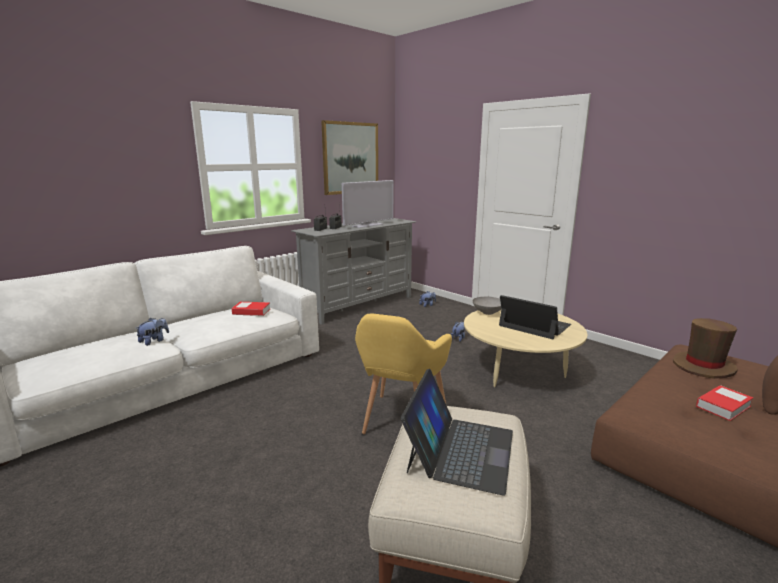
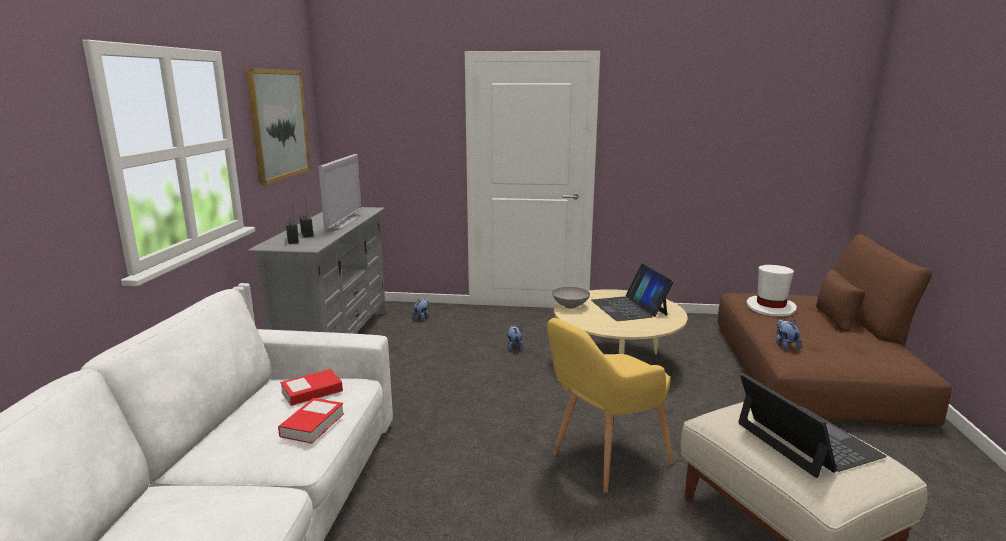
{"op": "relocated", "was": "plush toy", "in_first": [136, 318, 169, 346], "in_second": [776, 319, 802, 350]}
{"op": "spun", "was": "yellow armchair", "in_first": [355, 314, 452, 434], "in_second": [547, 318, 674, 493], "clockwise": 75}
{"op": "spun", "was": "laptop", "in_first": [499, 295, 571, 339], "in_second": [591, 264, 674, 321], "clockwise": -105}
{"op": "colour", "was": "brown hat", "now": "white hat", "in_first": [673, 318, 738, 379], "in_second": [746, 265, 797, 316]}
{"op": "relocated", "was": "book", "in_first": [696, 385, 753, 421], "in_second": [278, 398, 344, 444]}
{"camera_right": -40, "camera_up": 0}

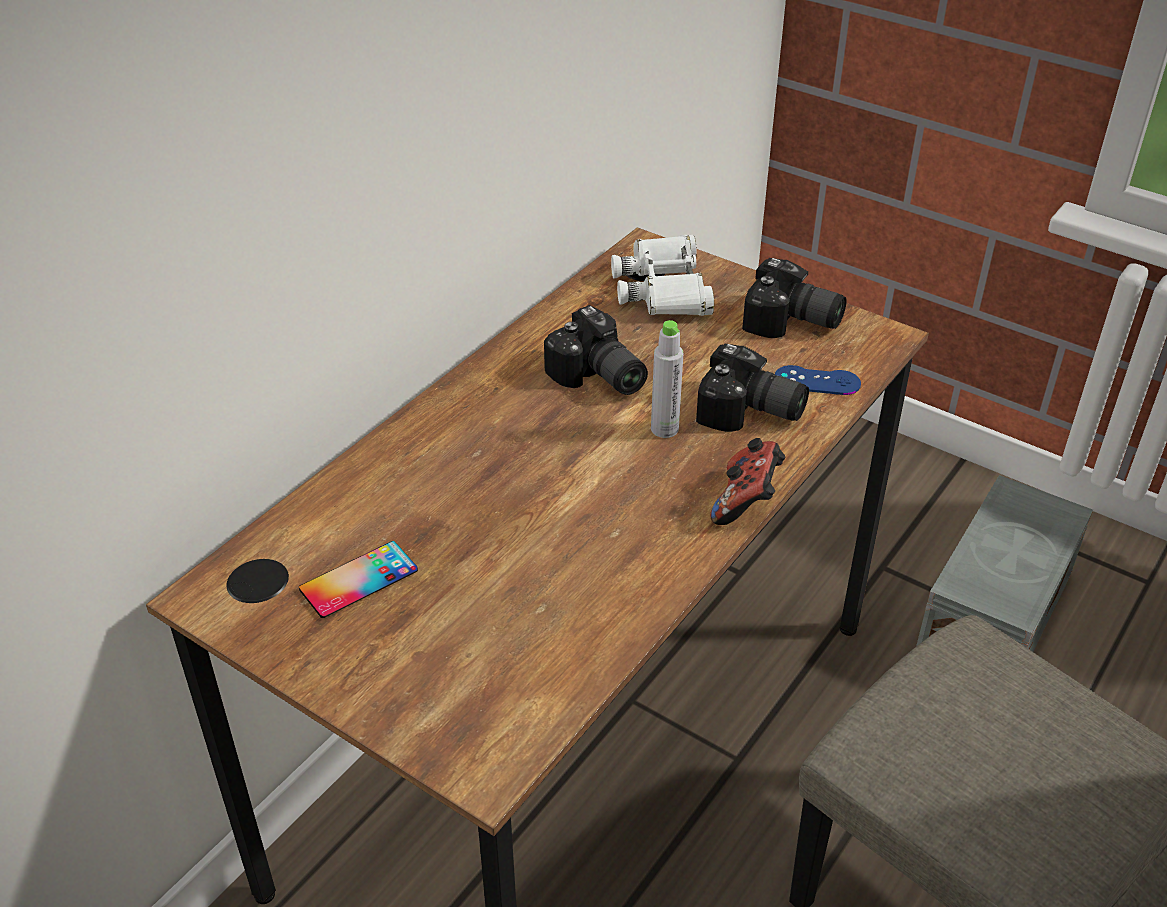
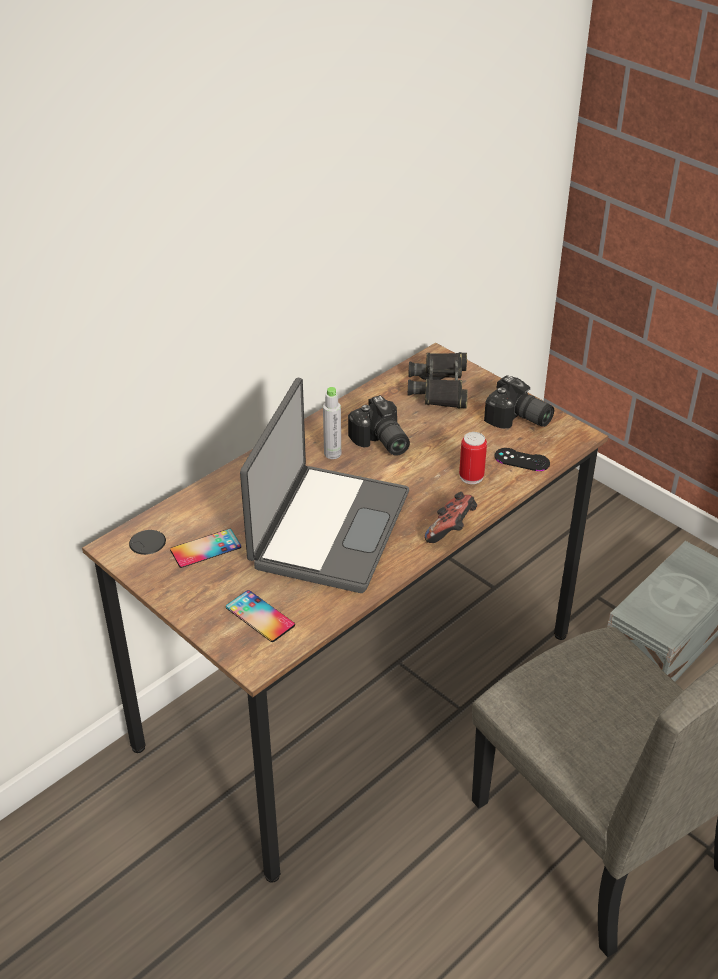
{"op": "colour", "was": "white binoculars", "now": "black binoculars", "in_first": [611, 235, 714, 316], "in_second": [408, 352, 468, 409]}
{"op": "relocated", "was": "grey bottle", "in_first": [651, 320, 684, 438], "in_second": [323, 387, 341, 459]}
{"op": "exchanged", "was": "photo camera", "now": "can", "in_first": [696, 344, 809, 432], "in_second": [459, 432, 487, 484]}
{"op": "colour", "was": "blue game controller", "now": "black game controller", "in_first": [775, 365, 861, 395], "in_second": [495, 448, 550, 471]}
{"op": "appeared", "now": "phone", "in_second": [226, 590, 295, 642]}
{"op": "appeared", "now": "laptop", "in_second": [240, 378, 409, 593]}
{"camera_right": 10, "camera_up": 0}

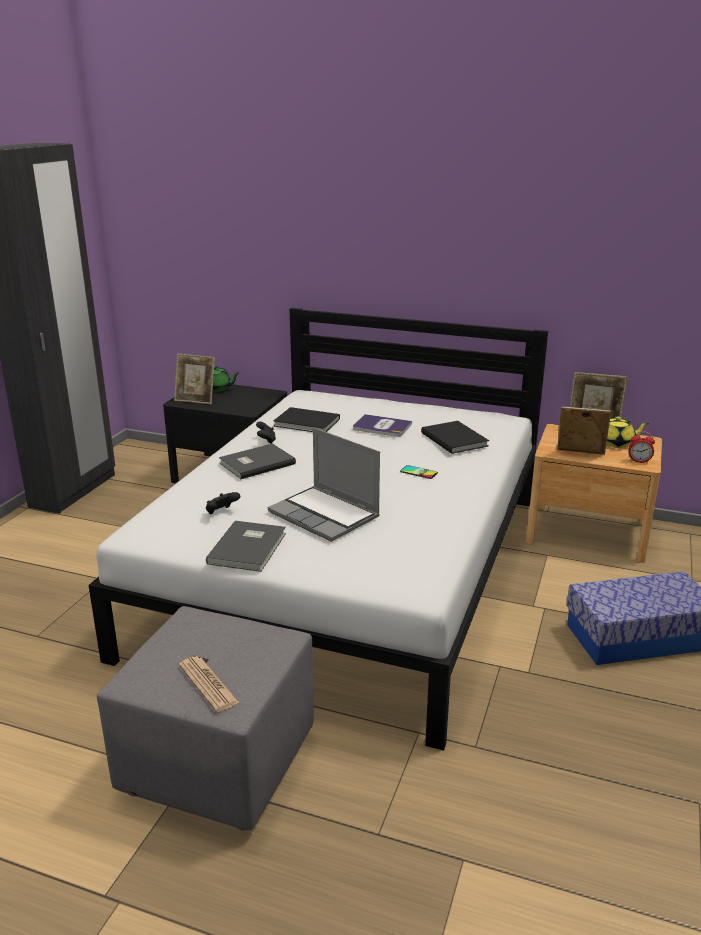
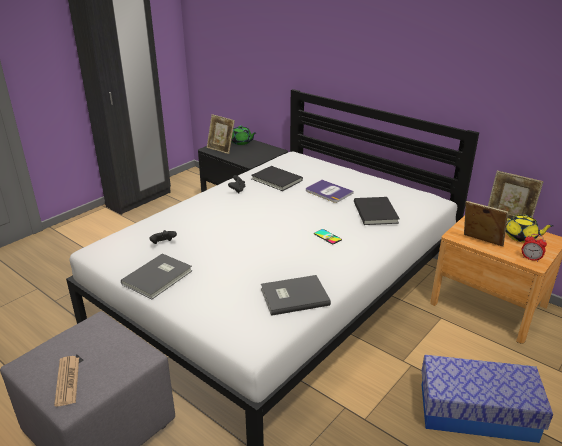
{"op": "relocated", "was": "grey book", "in_first": [219, 443, 296, 479], "in_second": [261, 275, 331, 316]}
{"op": "missing", "was": "laptop", "in_first": [268, 428, 380, 542]}
{"camera_right": 20, "camera_up": 5}

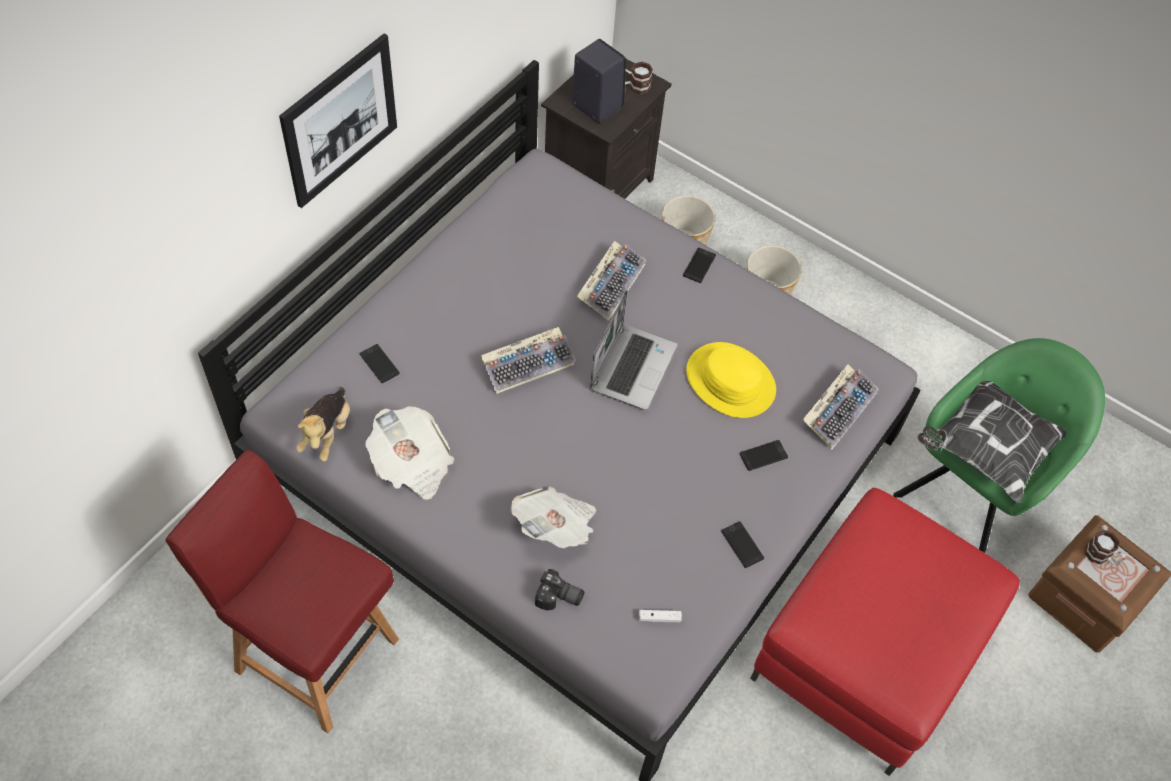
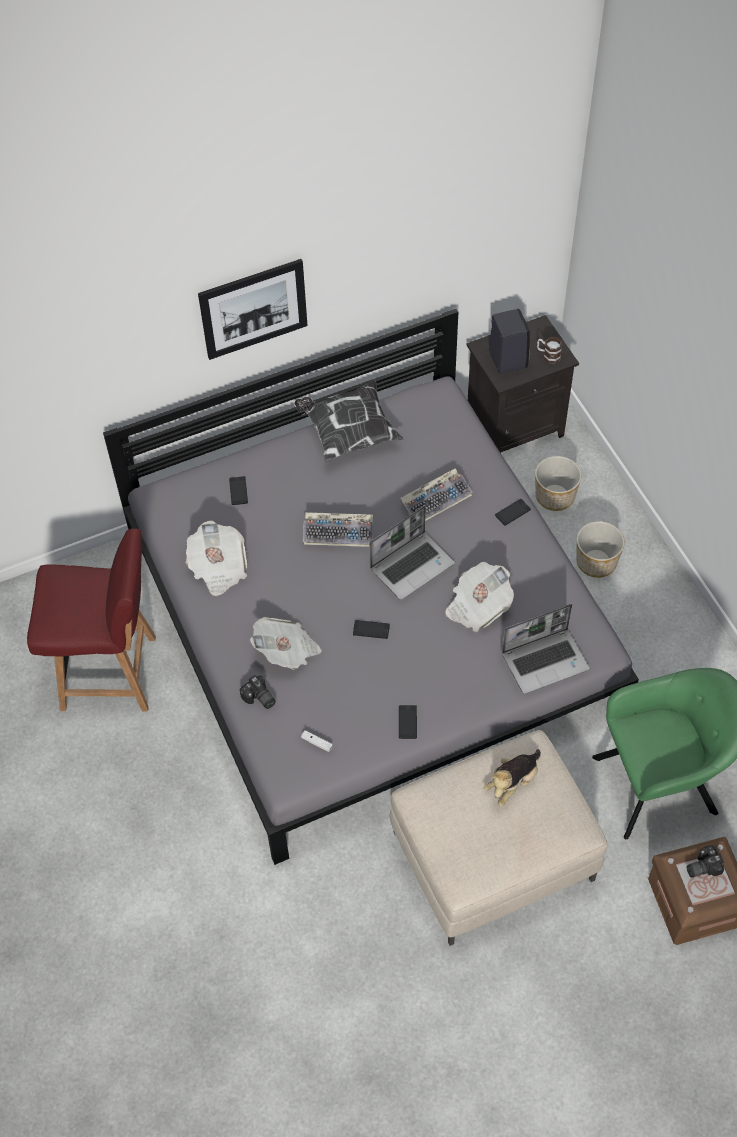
{"op": "spun", "was": "red chair", "in_first": [165, 450, 399, 733], "in_second": [27, 528, 156, 712], "clockwise": 120}
{"op": "relocated", "was": "plush toy", "in_first": [296, 387, 350, 462], "in_second": [484, 749, 541, 807]}
{"op": "exchanged", "was": "yellow hat", "now": "newspaper", "in_first": [686, 342, 776, 418], "in_second": [445, 562, 514, 632]}
{"op": "relocated", "was": "phone", "in_first": [740, 440, 788, 471], "in_second": [353, 620, 390, 639]}
{"op": "colour", "was": "red ottoman", "now": "beige ottoman", "in_first": [750, 488, 1020, 776], "in_second": [390, 730, 608, 946]}
{"op": "exchanged", "was": "keyboard", "now": "laptop", "in_first": [802, 364, 878, 449], "in_second": [502, 604, 590, 694]}
{"op": "relocated", "was": "pillow", "in_first": [918, 381, 1066, 503], "in_second": [294, 380, 403, 463]}
{"op": "exchanged", "was": "mug", "now": "photo camera", "in_first": [1085, 530, 1126, 565], "in_second": [687, 845, 724, 878]}
{"camera_right": 35, "camera_up": 0}

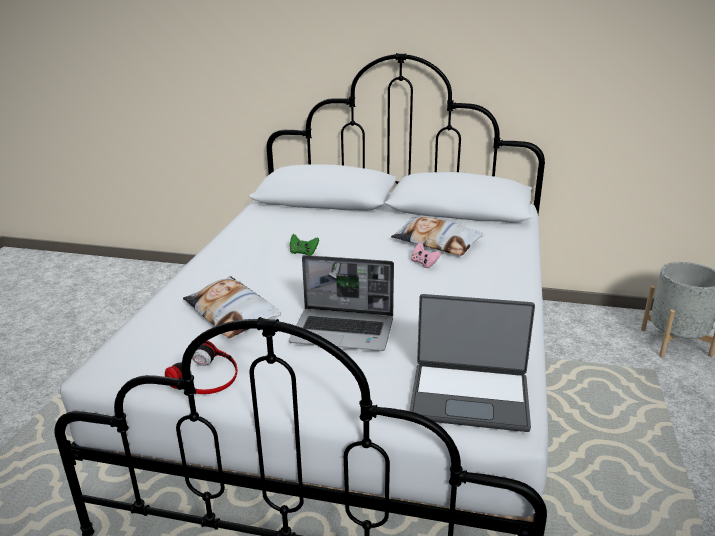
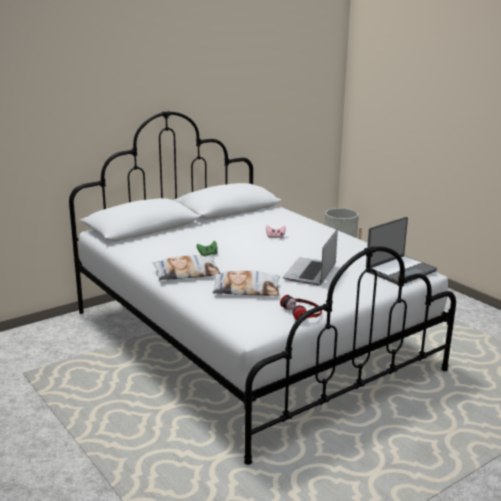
{"op": "spun", "was": "laptop", "in_first": [289, 255, 394, 351], "in_second": [283, 229, 338, 286], "clockwise": 150}
{"op": "relocated", "was": "pillow", "in_first": [391, 217, 484, 256], "in_second": [152, 255, 220, 280]}
{"camera_right": -50, "camera_up": -5}

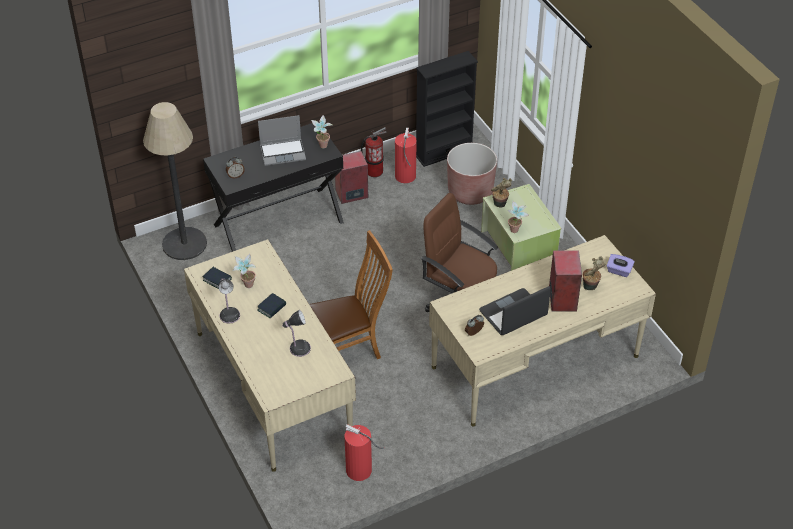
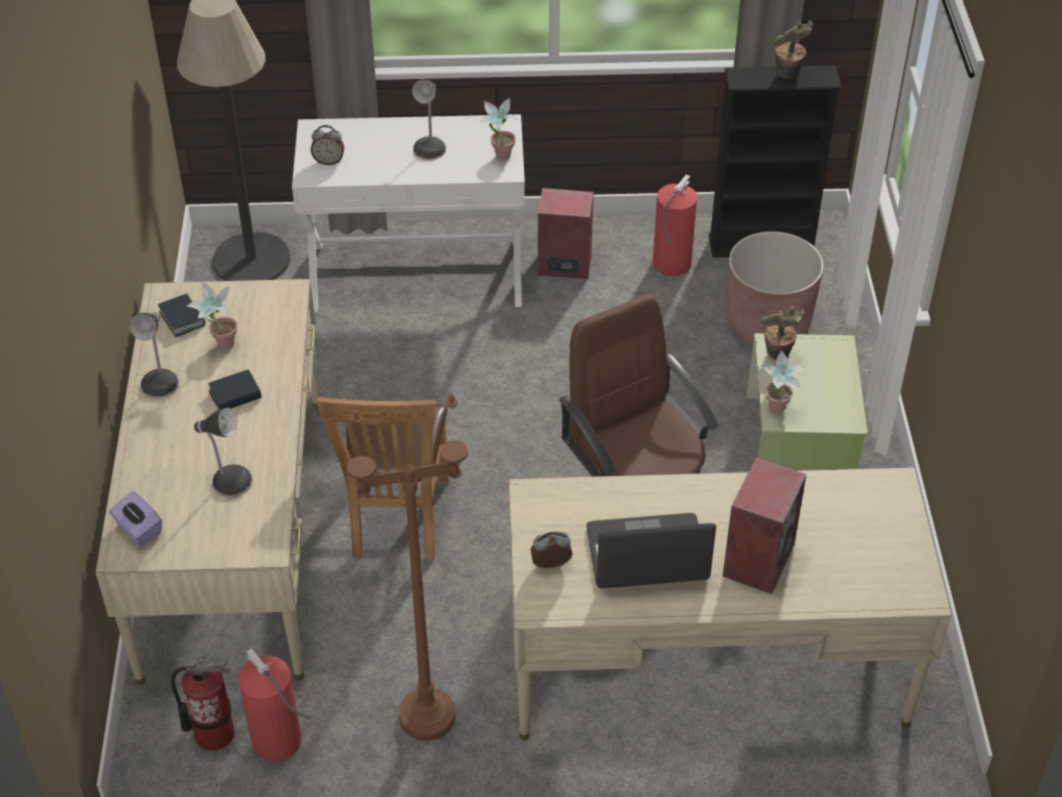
{"op": "colour", "was": "black console table", "now": "white console table", "in_first": [203, 123, 344, 252], "in_second": [292, 114, 525, 312]}
{"op": "exchanged", "was": "laptop", "now": "table lamp", "in_first": [258, 115, 306, 166], "in_second": [412, 79, 446, 160]}
{"op": "spun", "was": "brown chair", "in_first": [309, 230, 393, 359], "in_second": [317, 397, 449, 560], "clockwise": 90}
{"op": "relocated", "was": "fire extinguisher", "in_first": [361, 127, 387, 177], "in_second": [171, 656, 235, 751]}
{"op": "relocated", "was": "potted plant", "in_first": [583, 256, 605, 290], "in_second": [774, 20, 813, 79]}
{"op": "relocated", "was": "purple tissue box", "in_first": [607, 254, 635, 277], "in_second": [109, 491, 162, 546]}
{"op": "appeared", "now": "brown floor lamp", "in_second": [347, 393, 468, 741]}
{"camera_right": 25, "camera_up": 0}

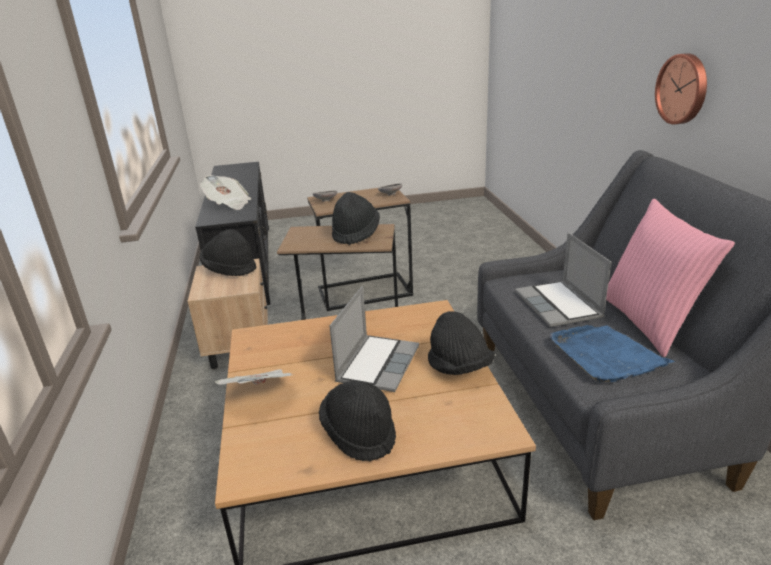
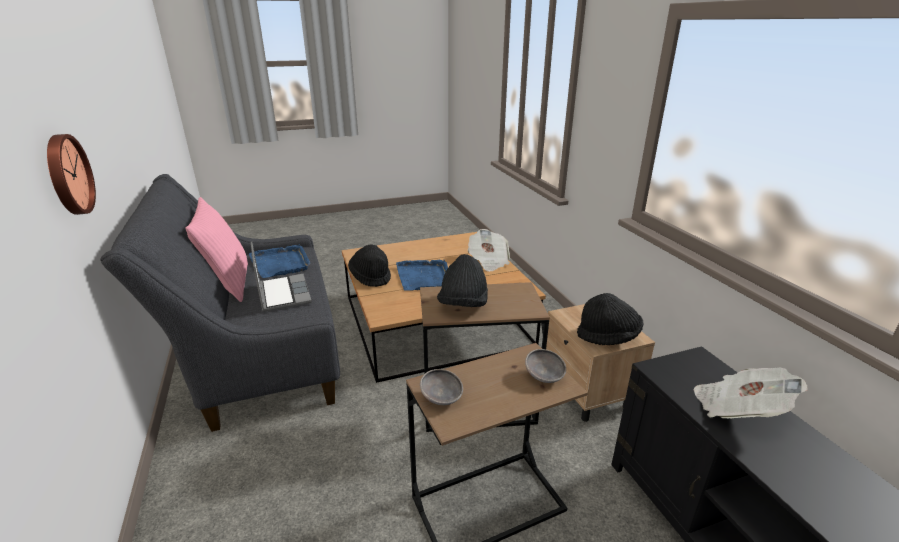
{"op": "missing", "was": "black hat", "in_first": [319, 380, 396, 461]}
{"op": "exchanged", "was": "laptop", "now": "blue tray", "in_first": [330, 286, 419, 392], "in_second": [396, 260, 448, 291]}
{"camera_right": 170, "camera_up": 0}

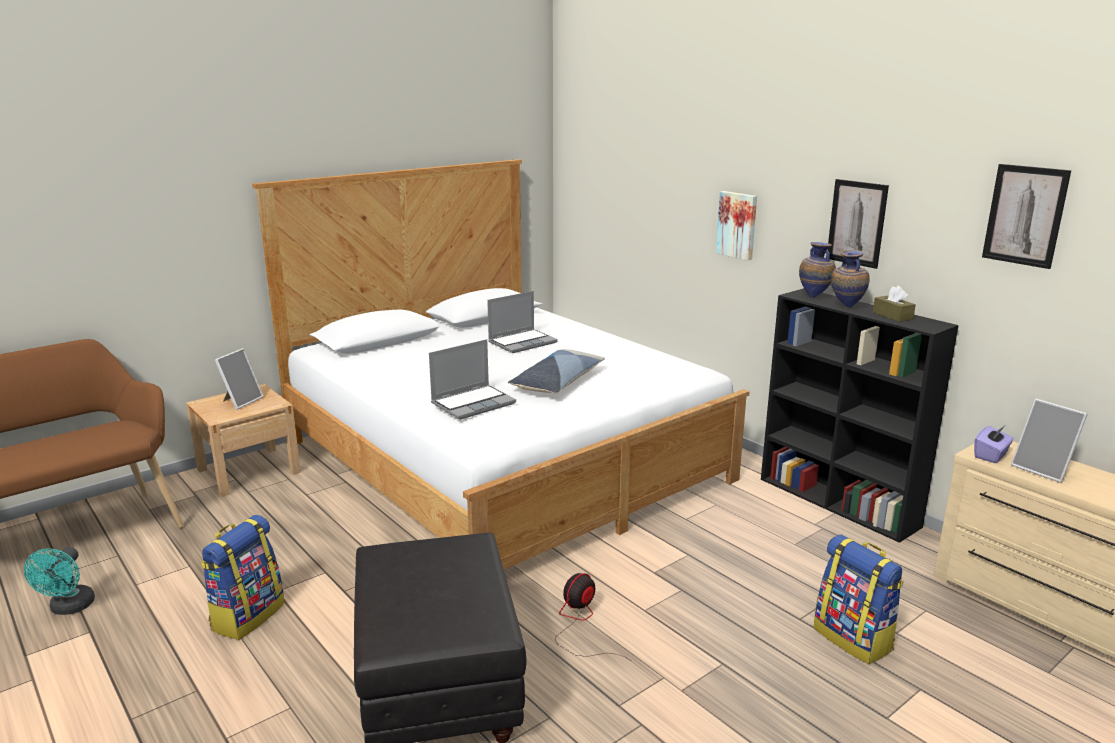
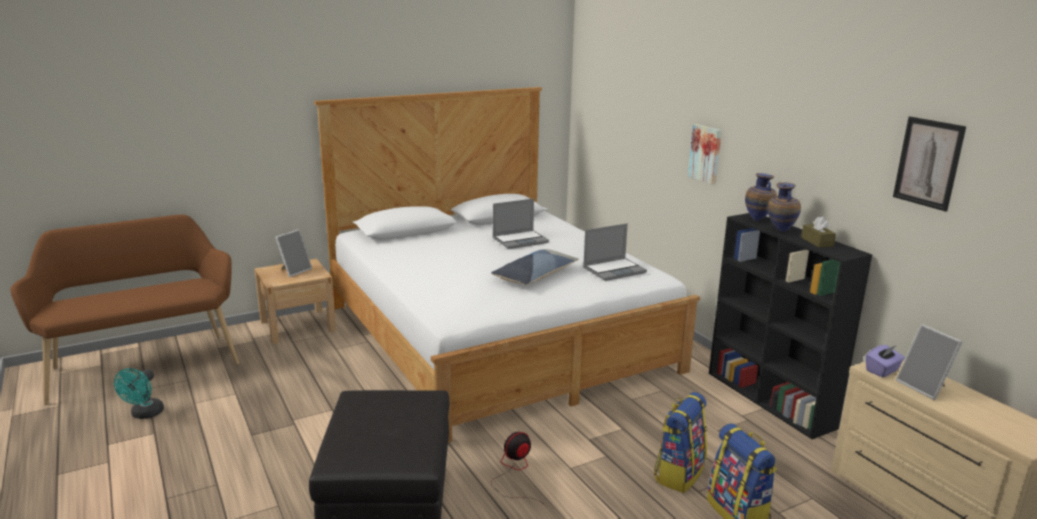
{"op": "relocated", "was": "backpack", "in_first": [200, 515, 285, 640], "in_second": [654, 392, 707, 493]}
{"op": "relocated", "was": "laptop", "in_first": [429, 339, 516, 420], "in_second": [583, 223, 647, 281]}
{"op": "missing", "was": "picture", "in_first": [827, 179, 889, 269]}
{"camera_right": 10, "camera_up": 0}

